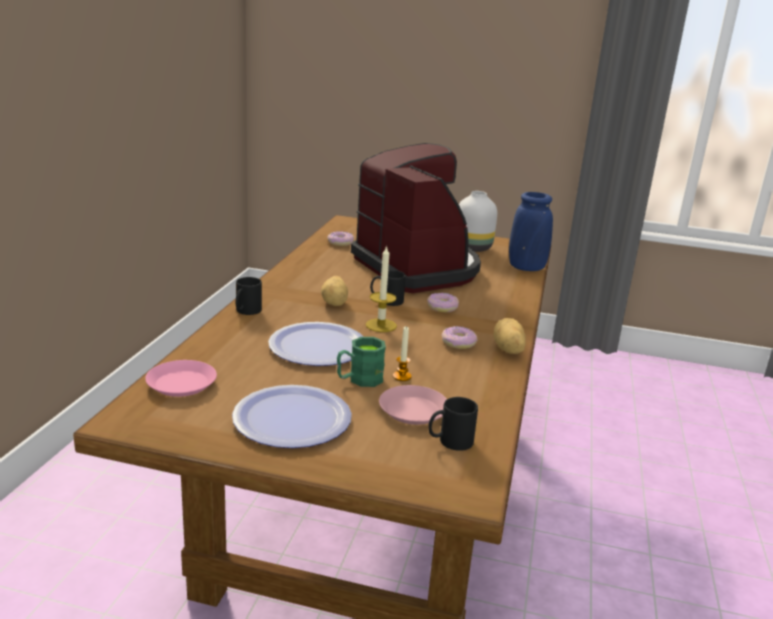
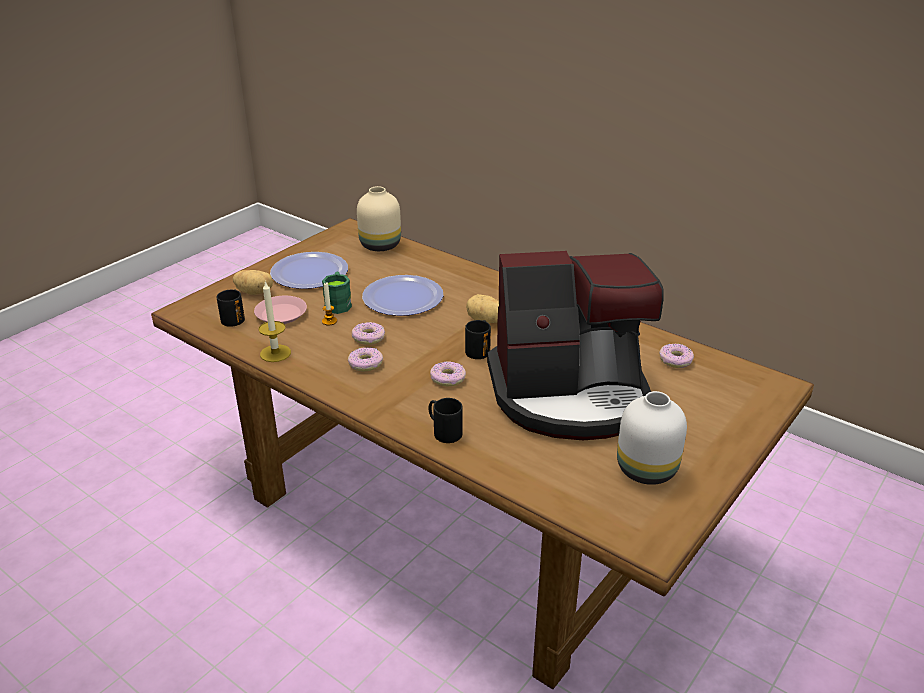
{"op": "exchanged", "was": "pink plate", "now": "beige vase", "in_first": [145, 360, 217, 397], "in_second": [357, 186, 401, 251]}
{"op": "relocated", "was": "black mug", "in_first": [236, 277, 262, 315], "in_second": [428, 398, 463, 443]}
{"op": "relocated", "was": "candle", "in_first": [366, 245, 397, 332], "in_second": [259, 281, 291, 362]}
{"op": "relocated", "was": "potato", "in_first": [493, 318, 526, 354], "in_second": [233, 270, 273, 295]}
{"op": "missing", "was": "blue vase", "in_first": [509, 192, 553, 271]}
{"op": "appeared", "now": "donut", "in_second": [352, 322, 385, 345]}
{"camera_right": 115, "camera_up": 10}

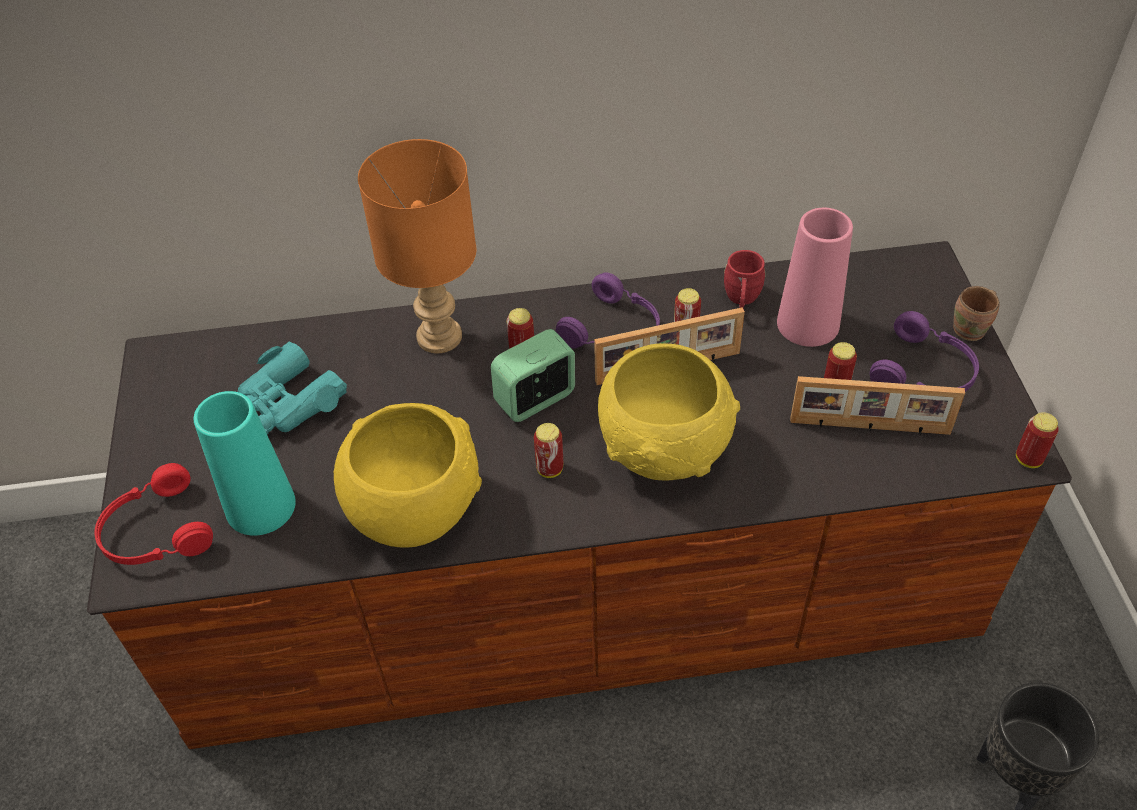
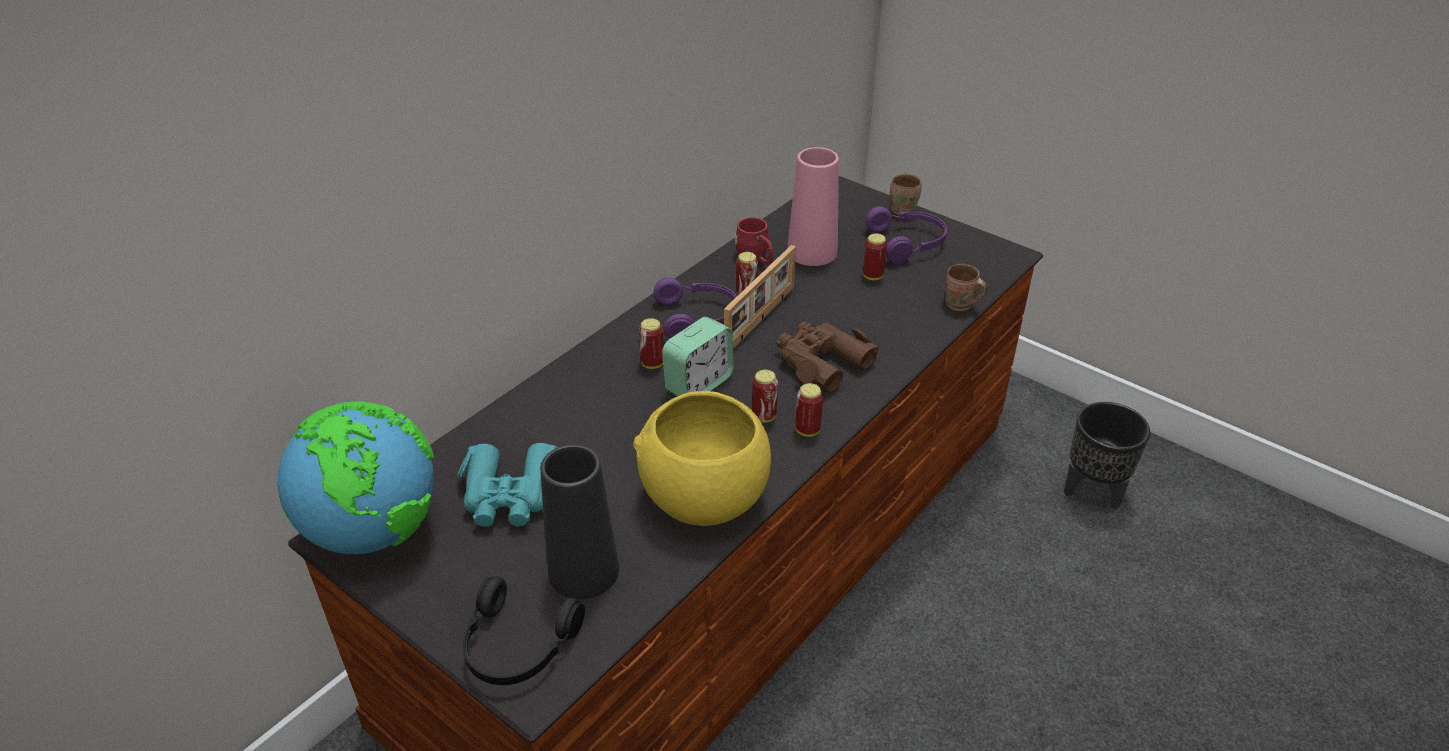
{"op": "colour", "was": "red headphones", "now": "black headphones", "in_first": [94, 463, 213, 565], "in_second": [463, 576, 585, 685]}
{"op": "colour", "was": "turquoise vase", "now": "black vase", "in_first": [194, 391, 296, 536], "in_second": [540, 445, 619, 599]}
{"op": "missing", "was": "orange table lamp", "in_first": [358, 139, 476, 353]}
{"op": "spun", "was": "alarm clock", "in_first": [491, 329, 575, 422], "in_second": [662, 317, 734, 396], "clockwise": -150}
{"op": "exchanged", "was": "yellow bowl", "now": "brown binoculars", "in_first": [598, 343, 740, 480], "in_second": [777, 321, 879, 394]}
{"op": "missing", "was": "picture frame", "in_first": [790, 376, 965, 435]}
{"op": "relocated", "was": "can", "in_first": [1016, 412, 1059, 468], "in_second": [796, 383, 823, 437]}
{"op": "appeared", "now": "globe", "in_second": [278, 401, 434, 554]}
{"op": "appeared", "now": "brown mug", "in_second": [945, 264, 987, 311]}
{"camera_right": -45, "camera_up": -10}

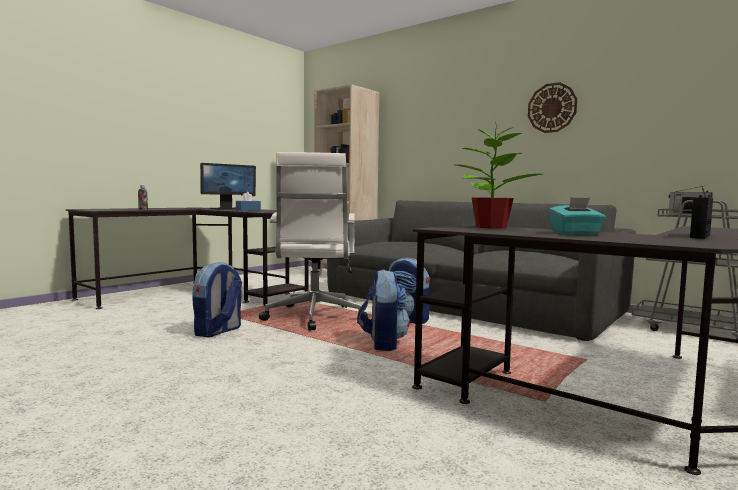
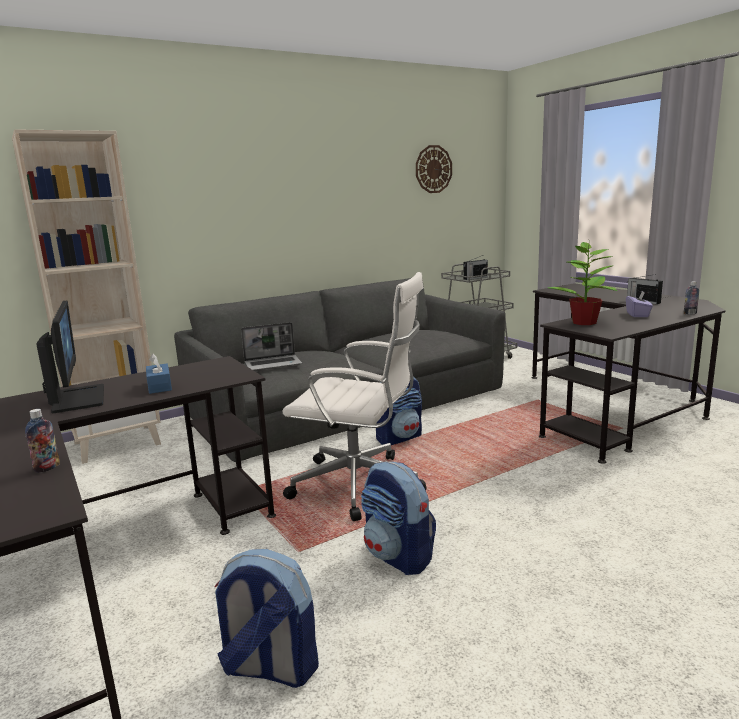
{"op": "relocated", "was": "backpack", "in_first": [357, 269, 410, 351], "in_second": [214, 549, 319, 688]}
{"op": "relocated", "was": "wall clock", "in_first": [528, 82, 577, 133], "in_second": [416, 145, 452, 193]}
{"op": "colour", "was": "turquoise tissue box", "now": "purple tissue box", "in_first": [549, 197, 606, 234], "in_second": [626, 291, 653, 317]}
{"op": "appeared", "now": "laptop", "in_second": [241, 322, 302, 371]}
{"op": "appeared", "now": "bottle", "in_second": [684, 282, 699, 315]}
{"camera_right": -70, "camera_up": 10}

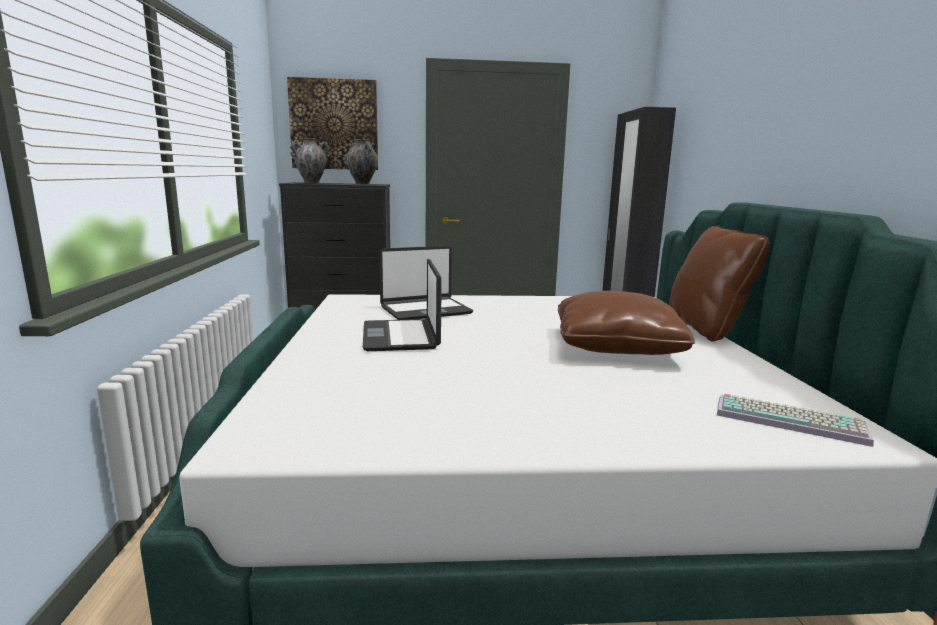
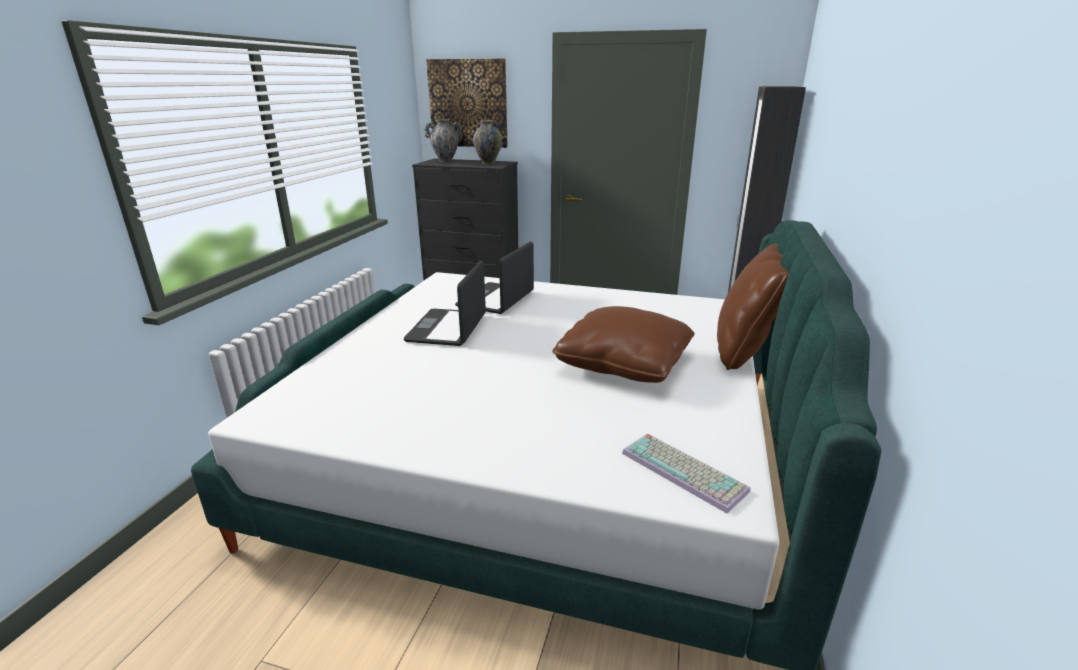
{"op": "spun", "was": "laptop", "in_first": [379, 246, 473, 320], "in_second": [455, 241, 534, 314], "clockwise": 120}
{"camera_right": 20, "camera_up": 10}

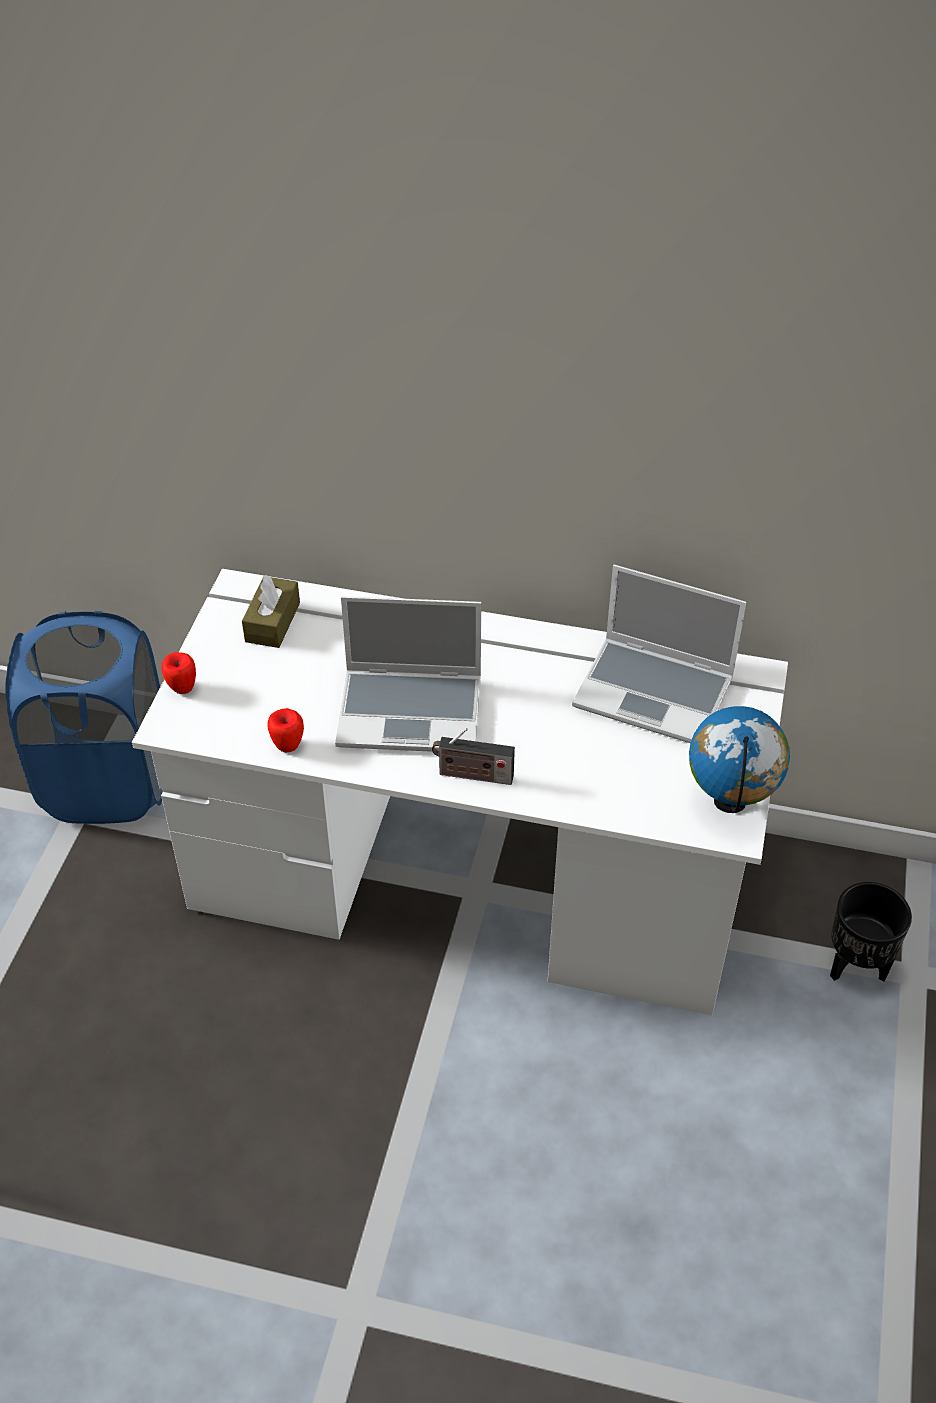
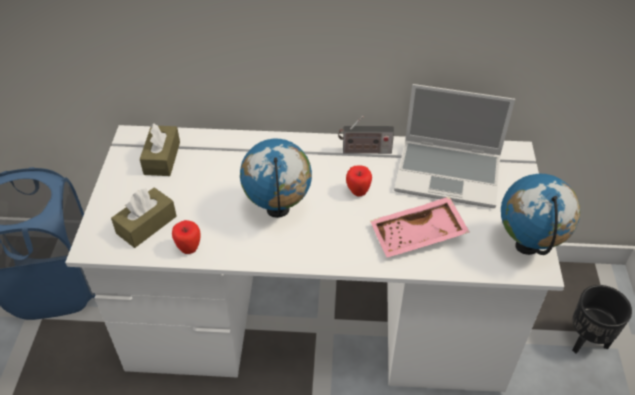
{"op": "relocated", "was": "apple", "in_first": [161, 652, 196, 694], "in_second": [346, 166, 372, 197]}
{"op": "exchanged", "was": "laptop", "now": "globe", "in_first": [335, 596, 481, 752], "in_second": [240, 139, 312, 218]}
{"op": "relocated", "was": "radio", "in_first": [432, 728, 515, 785], "in_second": [338, 116, 394, 154]}
{"op": "appeared", "now": "brown tissue box", "in_second": [111, 188, 177, 248]}
{"op": "appeared", "now": "pink tray", "in_second": [370, 197, 469, 257]}
{"camera_right": -10, "camera_up": 0}

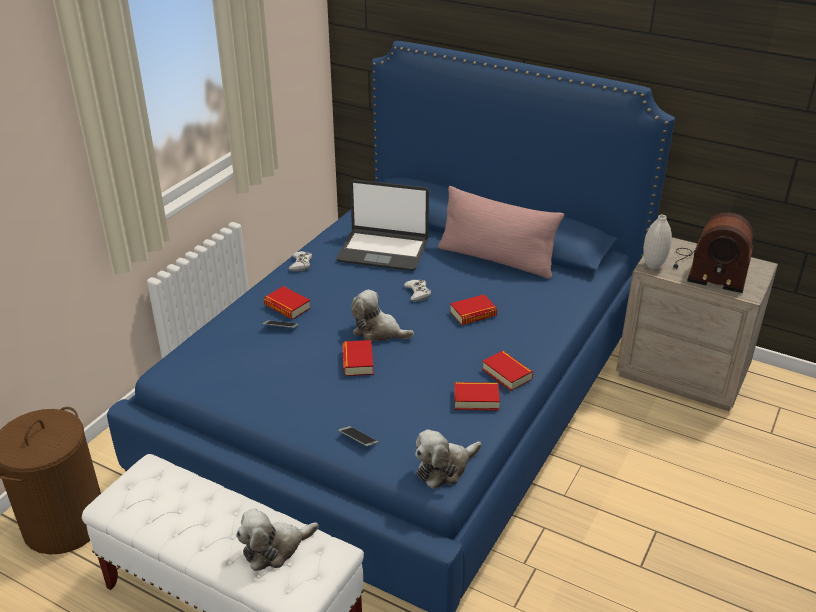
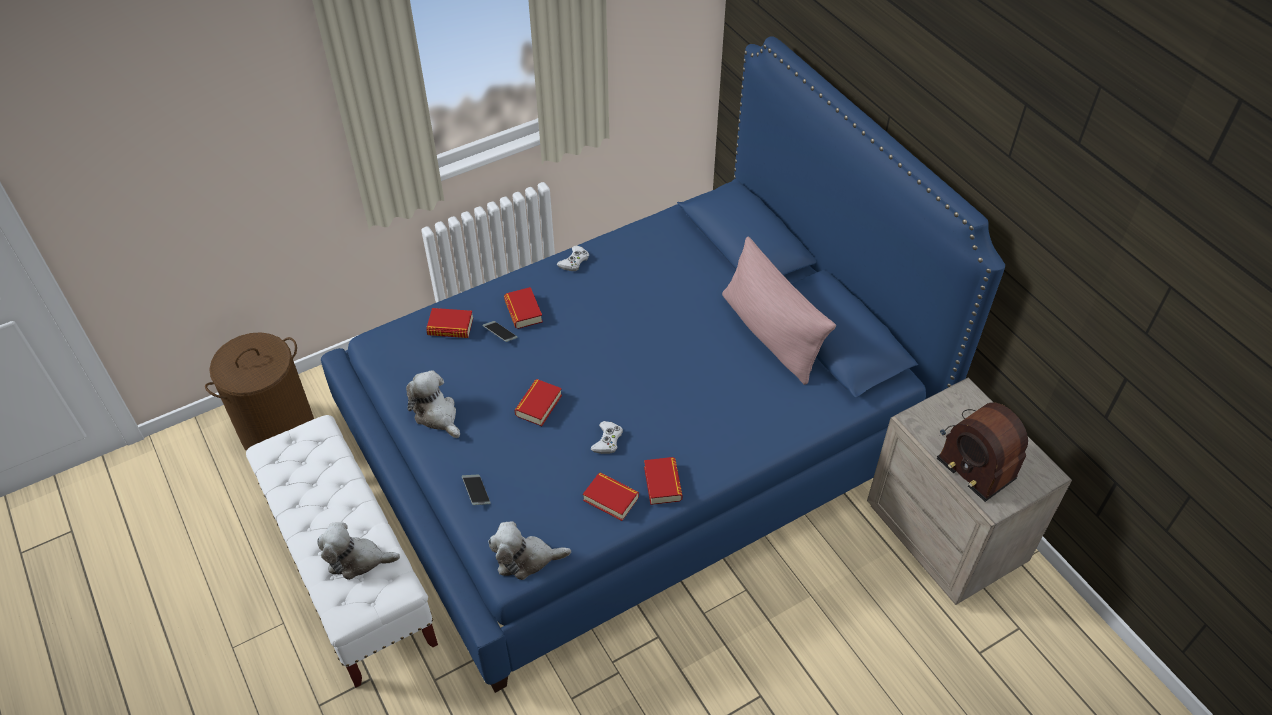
{"op": "missing", "was": "laptop", "in_first": [337, 180, 429, 271]}
{"op": "relocated", "was": "plush toy", "in_first": [351, 290, 414, 341], "in_second": [406, 370, 460, 438]}
{"op": "relocated", "was": "white game controller", "in_first": [404, 279, 431, 302], "in_second": [591, 421, 623, 454]}
{"op": "relocated", "was": "book", "in_first": [450, 294, 497, 325], "in_second": [426, 308, 473, 338]}
{"op": "missing", "was": "white vase", "in_first": [643, 215, 672, 269]}
{"camera_right": 30, "camera_up": 15}

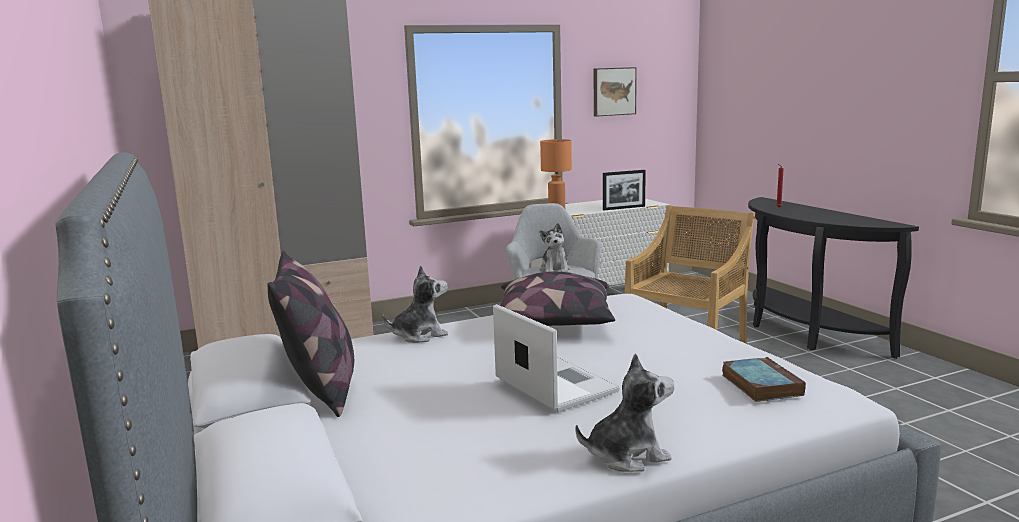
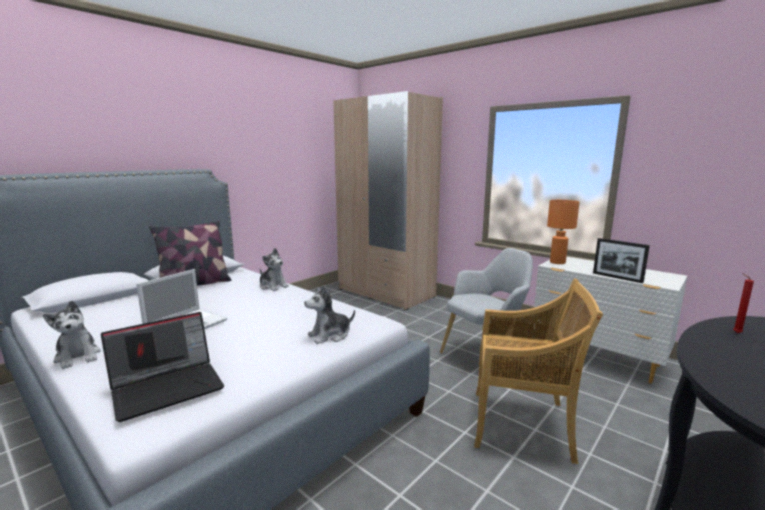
{"op": "missing", "was": "pillow", "in_first": [500, 272, 615, 326]}
{"op": "relocated", "was": "plush toy", "in_first": [539, 223, 570, 273], "in_second": [304, 286, 355, 344]}
{"op": "missing", "was": "picture", "in_first": [594, 67, 637, 117]}
{"op": "exchanged", "was": "book", "now": "laptop", "in_first": [722, 357, 806, 402], "in_second": [101, 312, 224, 422]}
{"camera_right": 65, "camera_up": 0}

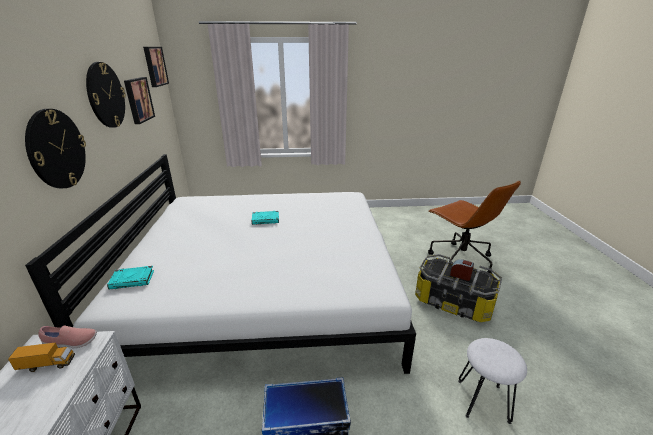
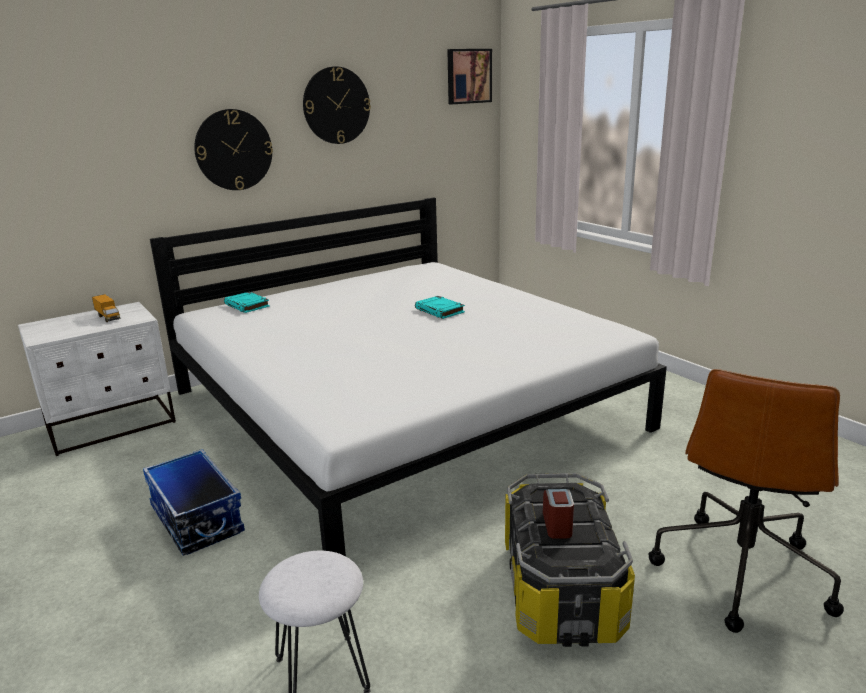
{"op": "missing", "was": "pink shoe", "in_first": [38, 325, 97, 348]}
{"op": "missing", "was": "picture", "in_first": [124, 77, 155, 124]}
{"camera_right": 60, "camera_up": -5}

